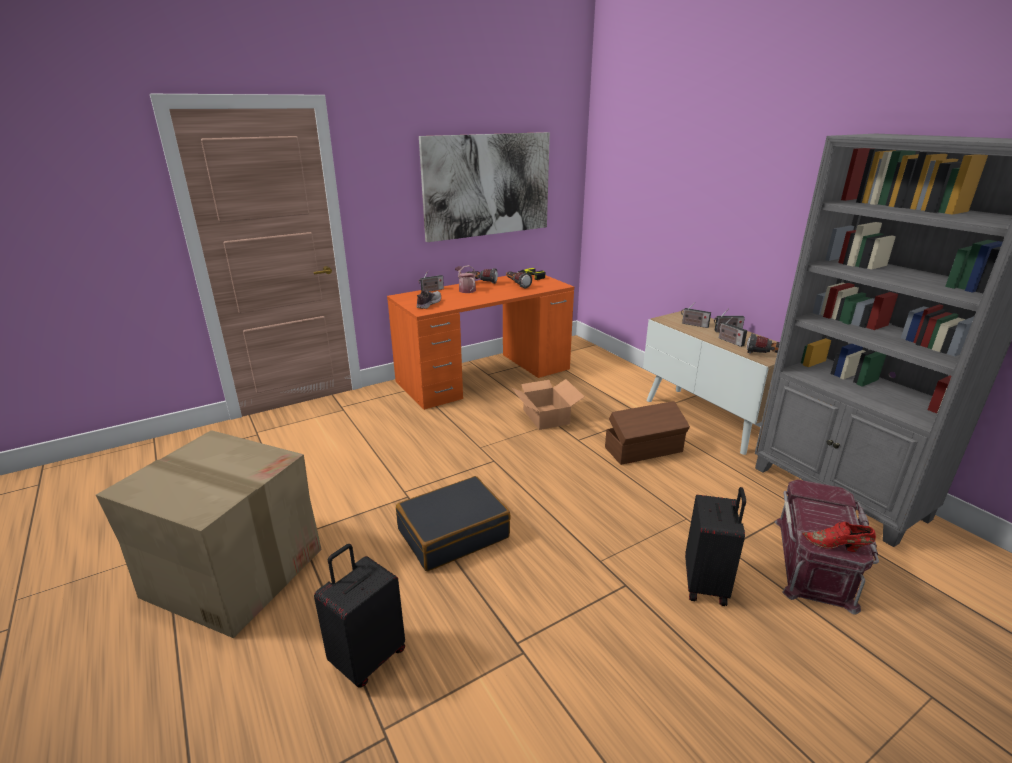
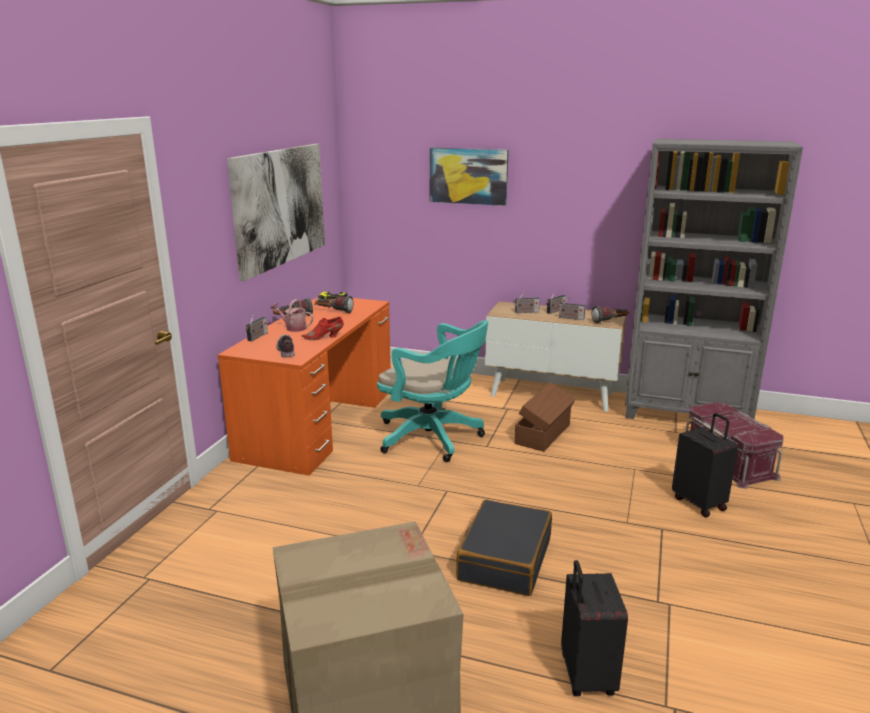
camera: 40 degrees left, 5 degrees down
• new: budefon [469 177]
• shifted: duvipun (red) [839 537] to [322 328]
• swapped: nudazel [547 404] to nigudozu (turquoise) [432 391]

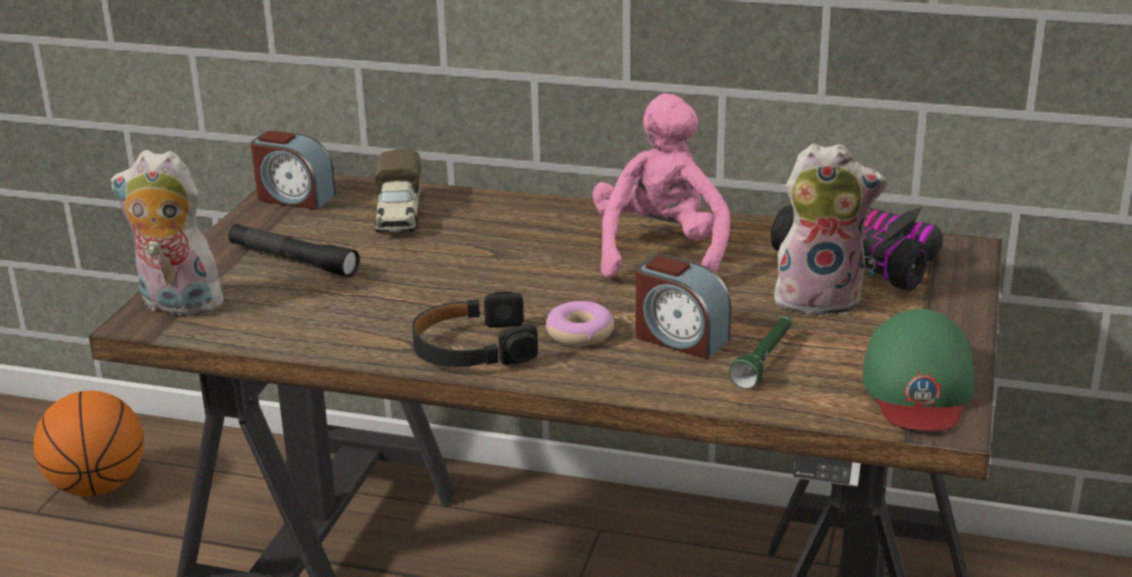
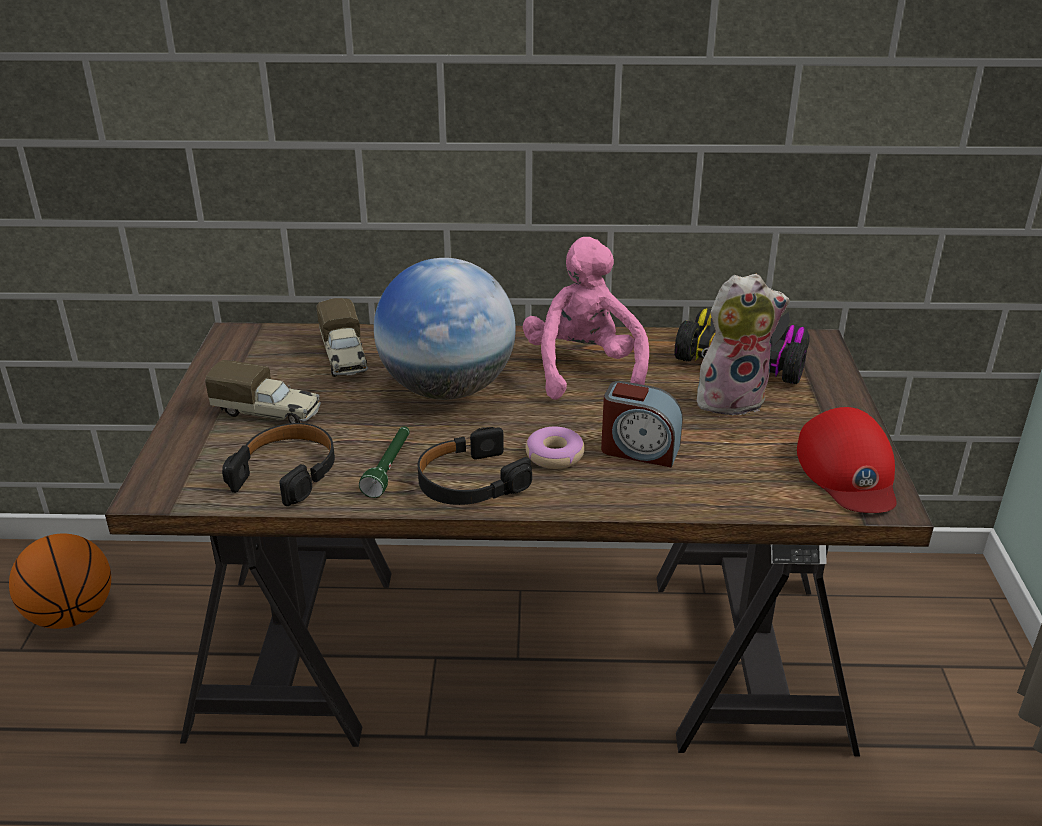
camera: 15 degrees left, 5 degrees up
• gone: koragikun [169 233]
• gone: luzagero [293 170]
• new: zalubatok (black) [278 464]
• new: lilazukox [445 329]
• shifted: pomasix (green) [760 352] to [384 462]
• swapped: pomasix (black) [294 250] to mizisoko [263 391]
• repainted: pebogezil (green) [918 370] to pebogezil (red) [847 460]

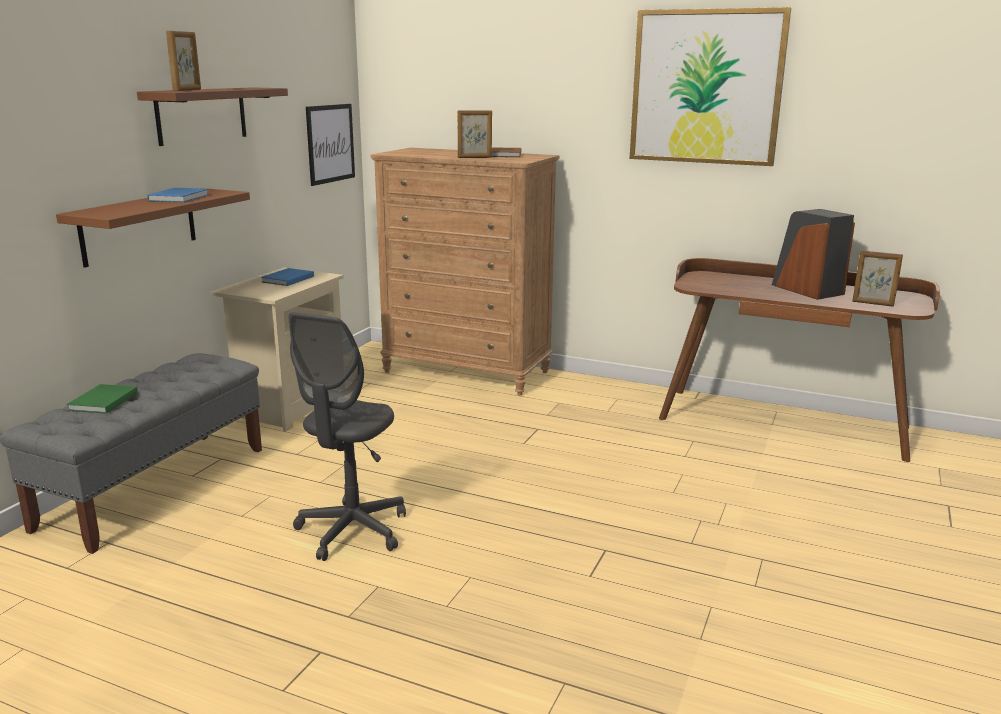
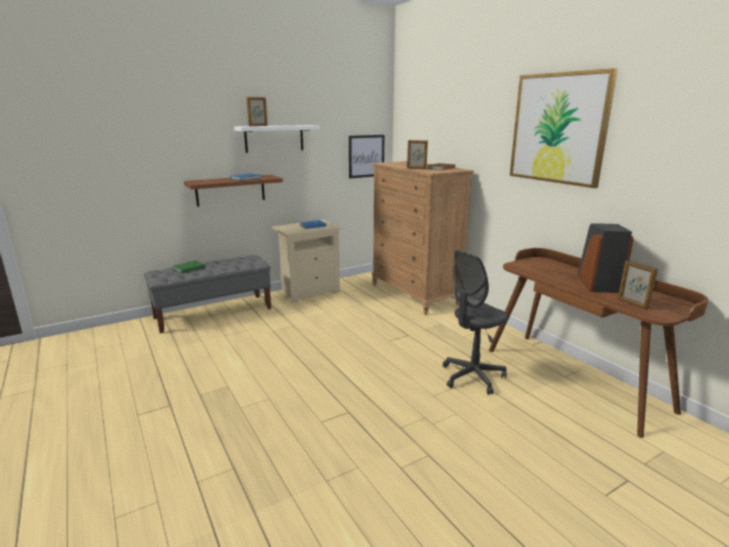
camera: 35 degrees right, 0 degrees up
• shifted: nigudozu (grey) [347 436] to [475 322]
• repainted: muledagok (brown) [212 116] to muledagok (white) [277 139]

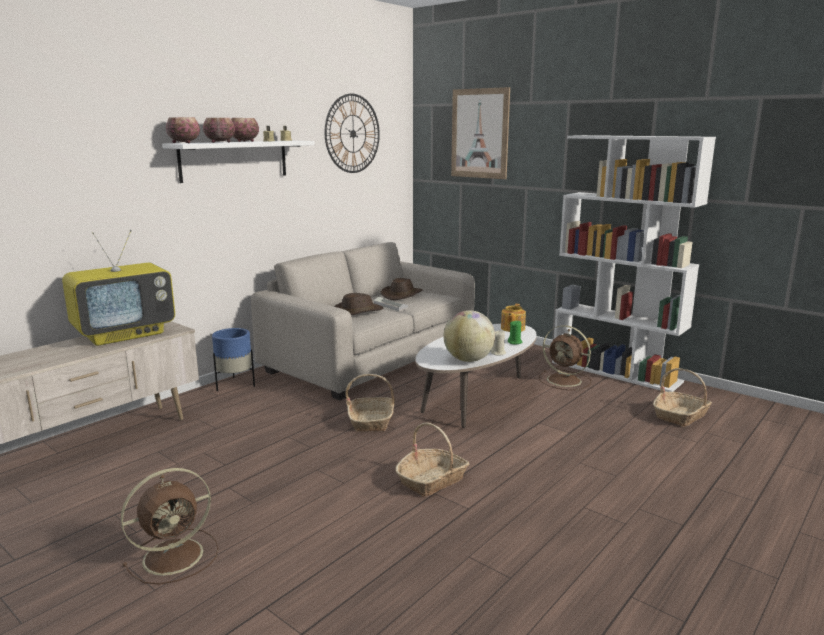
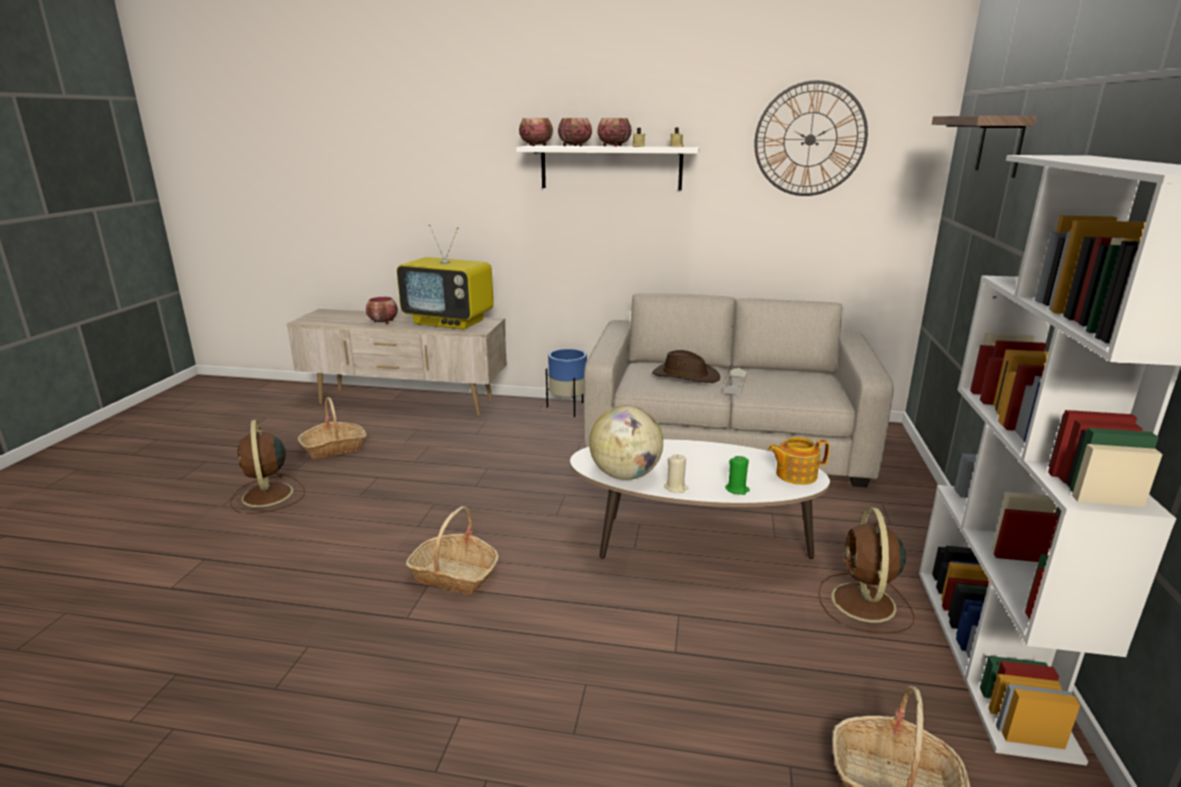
camera: 60 degrees right, 5 degrees up
• gone: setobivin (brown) [402 289]
• new: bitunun [382 310]
• shifted: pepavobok [370 402] to [332 428]
• swapped: budefon [480 133] to muledagok [984 147]
• rotated: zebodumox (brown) [169 526] = [267 467] 45 degrees clockwise

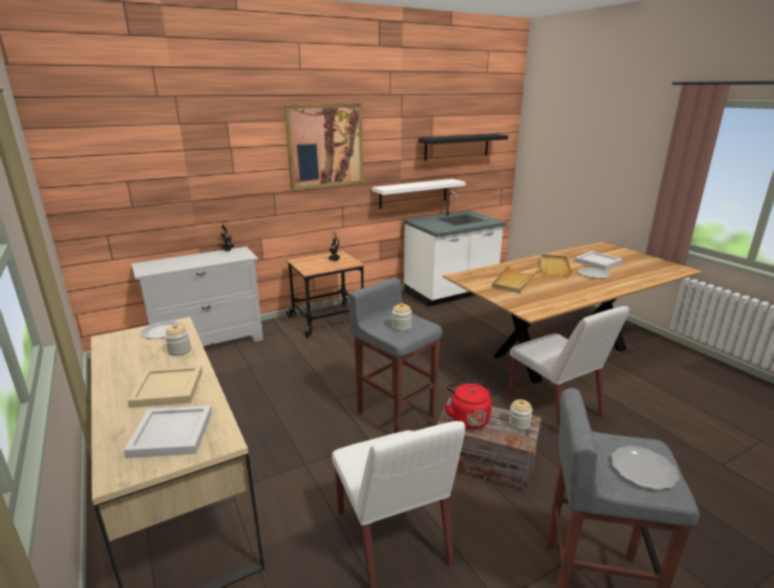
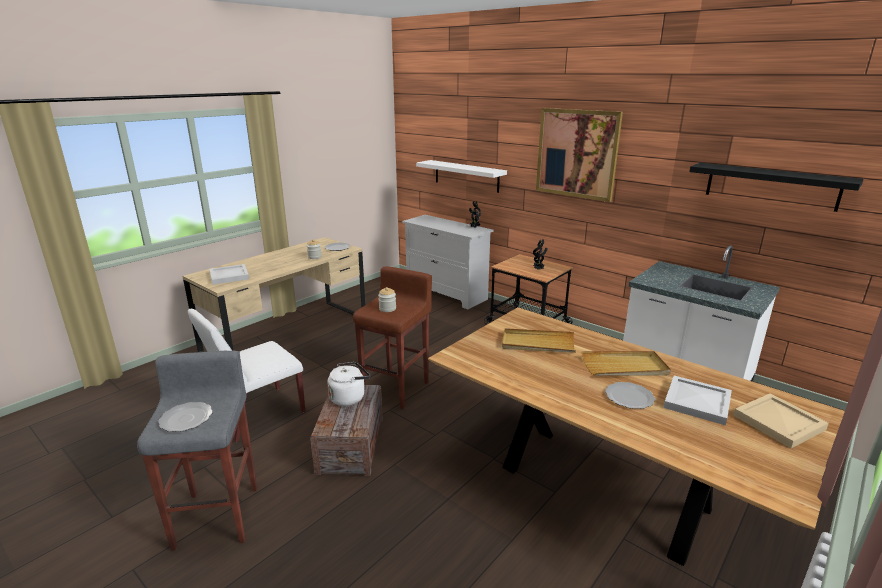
camera: 70 degrees right, 0 degrees up
• gone: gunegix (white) [568 367]
• gone: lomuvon [521 414]
• shifted: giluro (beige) [165 386] to [781 420]
• shifted: muledagok (white) [419 194] to [461 176]
• repainted: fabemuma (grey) [395 355] to fabemuma (brown) [392 337]
• repainted: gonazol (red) [468 404] to gonazol (white) [348 384]

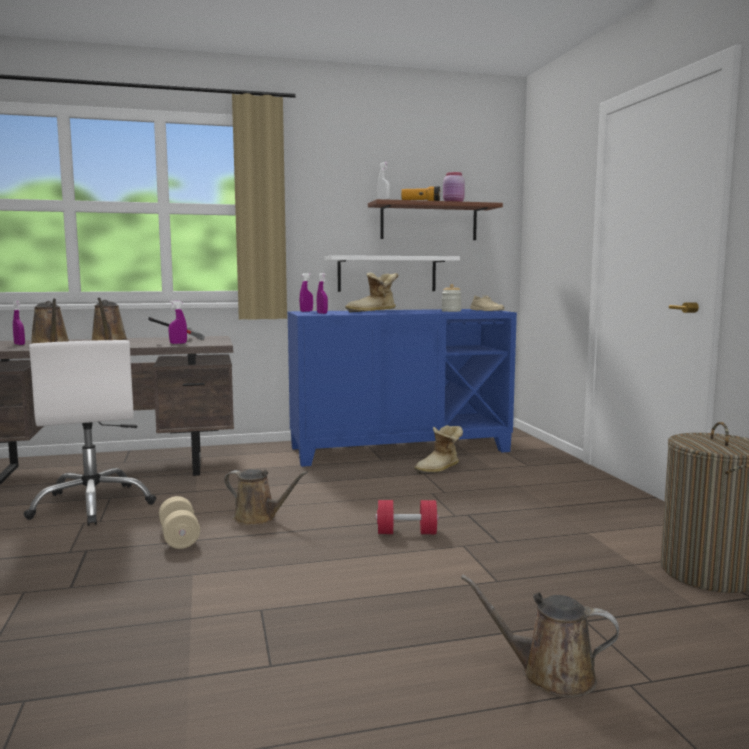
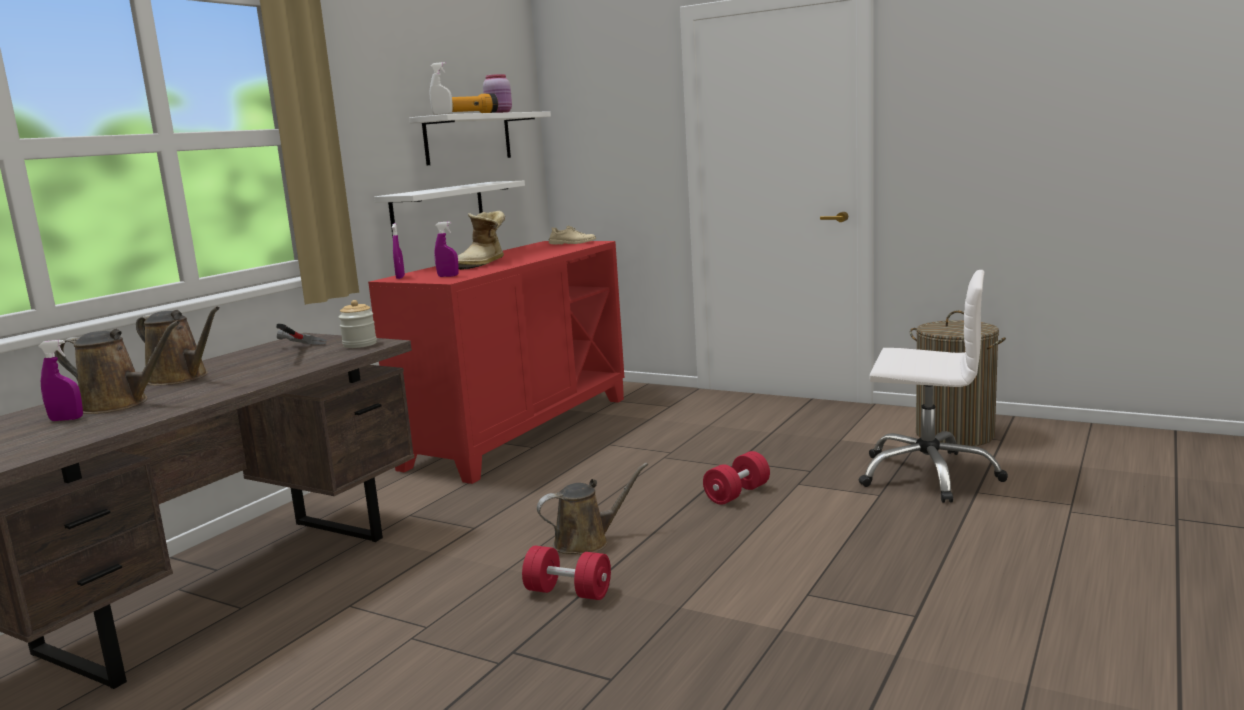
camera: 45 degrees left, 5 degrees up
• gone: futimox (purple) [178 322]
• gone: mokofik [438 449]
• gone: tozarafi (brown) [540 636]
• shifted: nigudozu (white) [89 433] to [933 386]
• shifted: lomuvon [451 298] to [358 324]
• repainted: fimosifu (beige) [179 522] to fimosifu (red) [566 573]
• repainted: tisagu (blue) [402 388] to tisagu (red) [496 362]
• repainted: muledagok (brown) [435 219] to muledagok (white) [480 138]

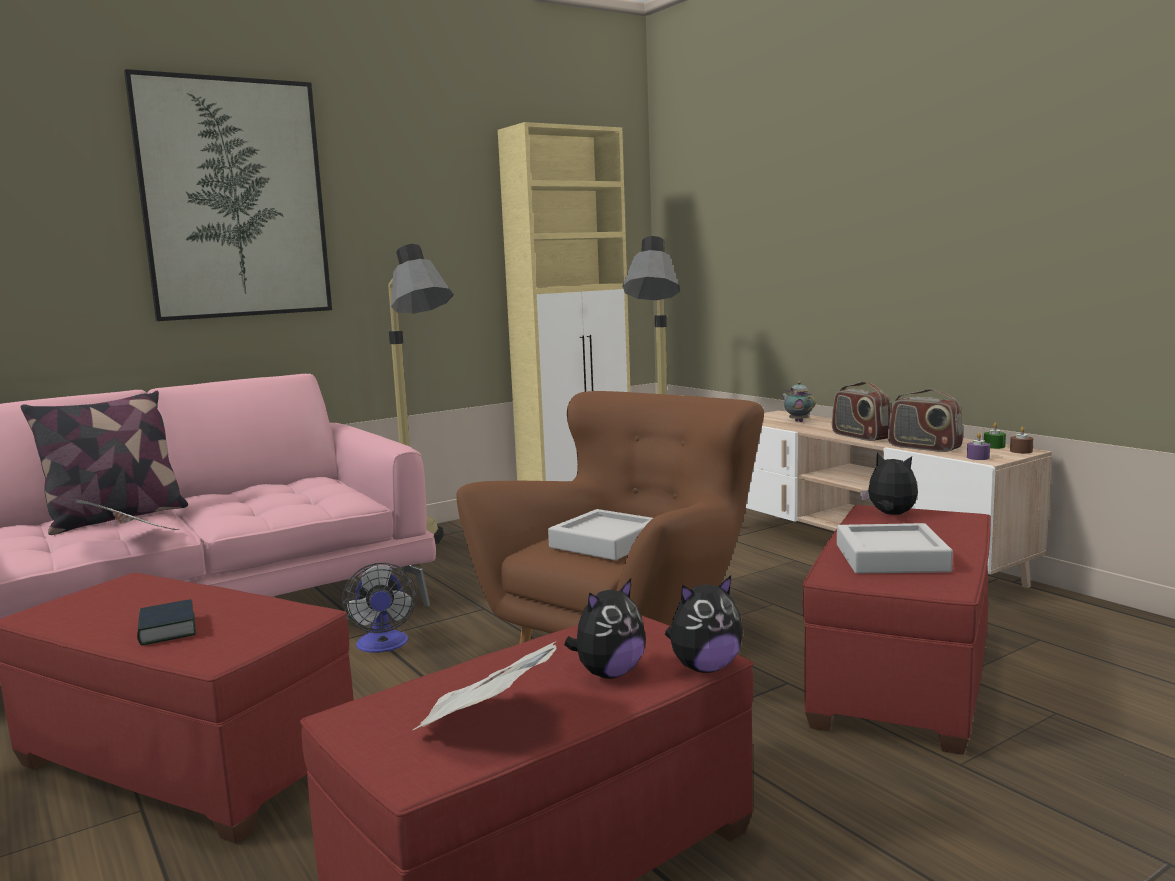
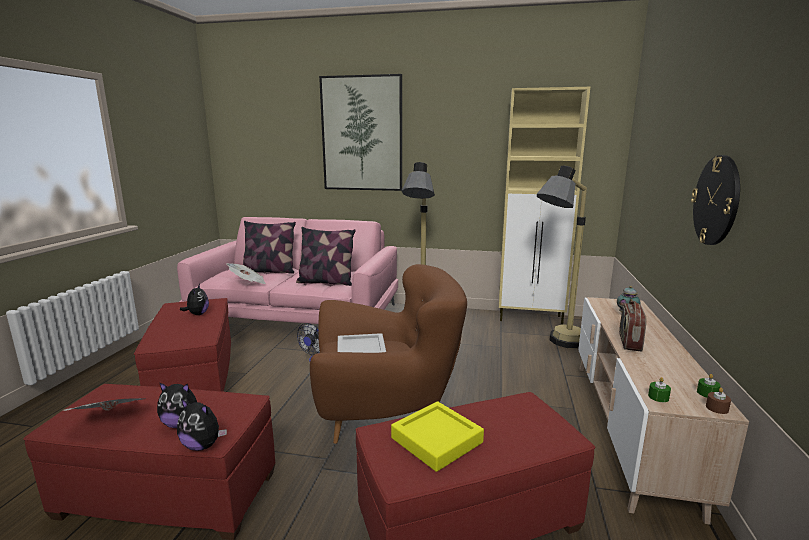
camera: 45 degrees right, 5 degrees up
• gone: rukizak [166 622]
• gone: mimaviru [925 420]
• new: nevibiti [326 256]
• new: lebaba [715 200]
• shifted: koragikun [889 484] to [194 299]
• repainted: giluro (grey) [895 548] to giluro (yellow) [437 436]
• repainted: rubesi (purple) [978 446] to rubesi (green) [659 389]

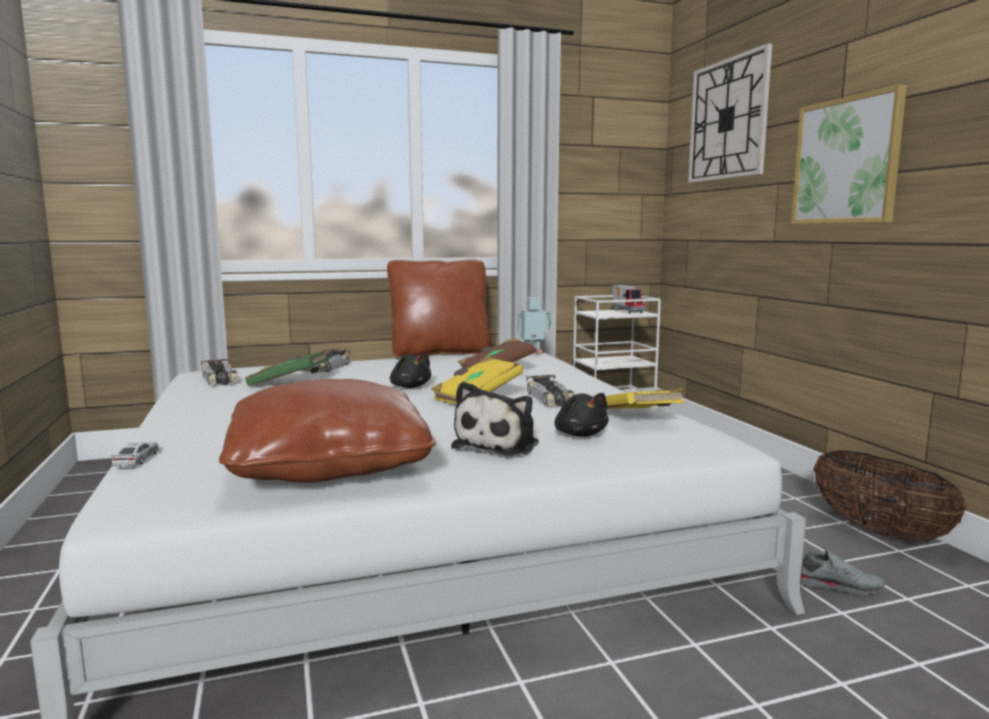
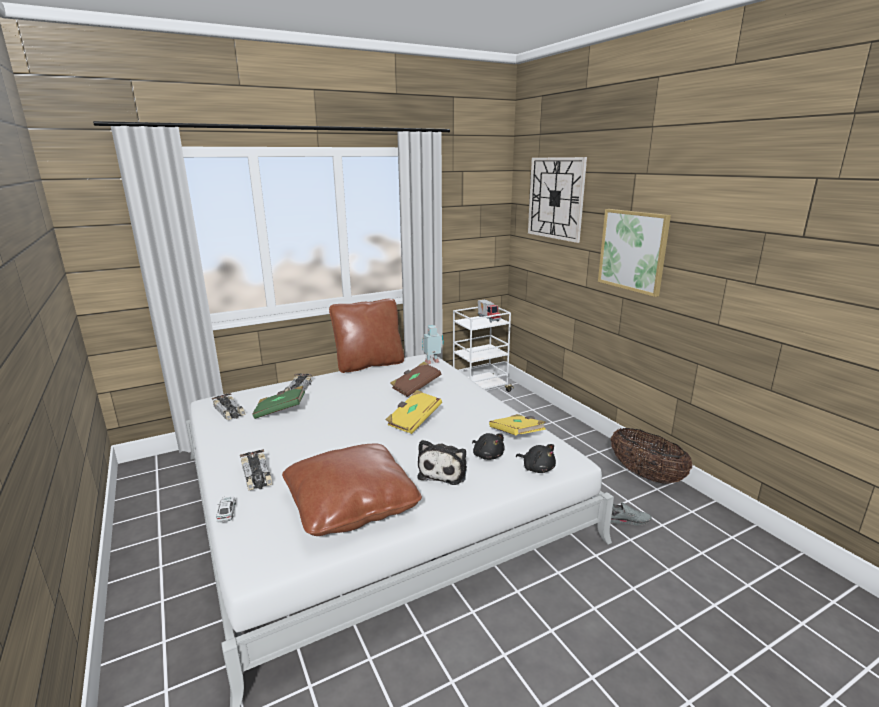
camera: 10 degrees left, 10 degrees up
• shifted: koragikun (black) [410 370] to [536 458]
• shifted: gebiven [550 391] to [256 469]

